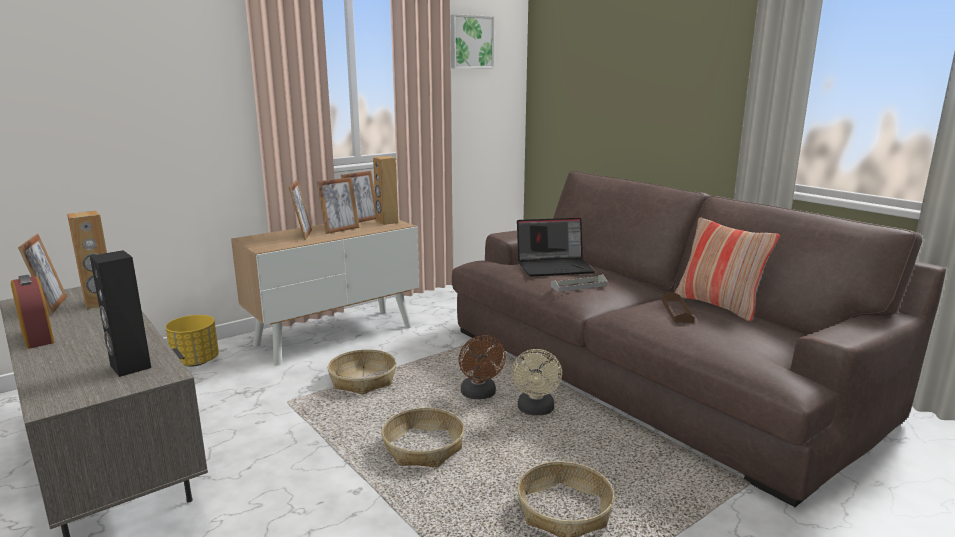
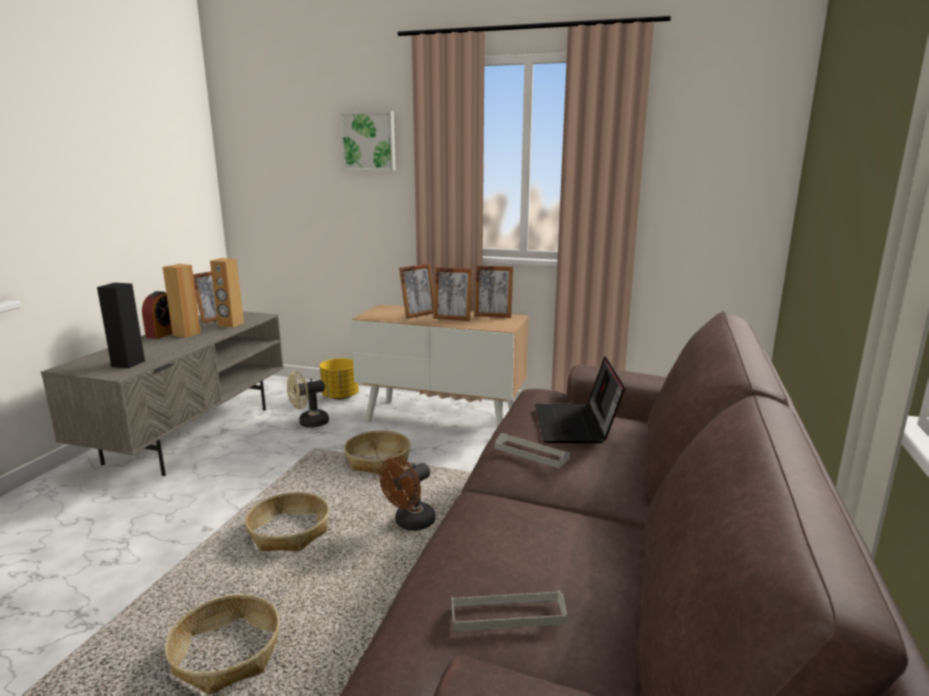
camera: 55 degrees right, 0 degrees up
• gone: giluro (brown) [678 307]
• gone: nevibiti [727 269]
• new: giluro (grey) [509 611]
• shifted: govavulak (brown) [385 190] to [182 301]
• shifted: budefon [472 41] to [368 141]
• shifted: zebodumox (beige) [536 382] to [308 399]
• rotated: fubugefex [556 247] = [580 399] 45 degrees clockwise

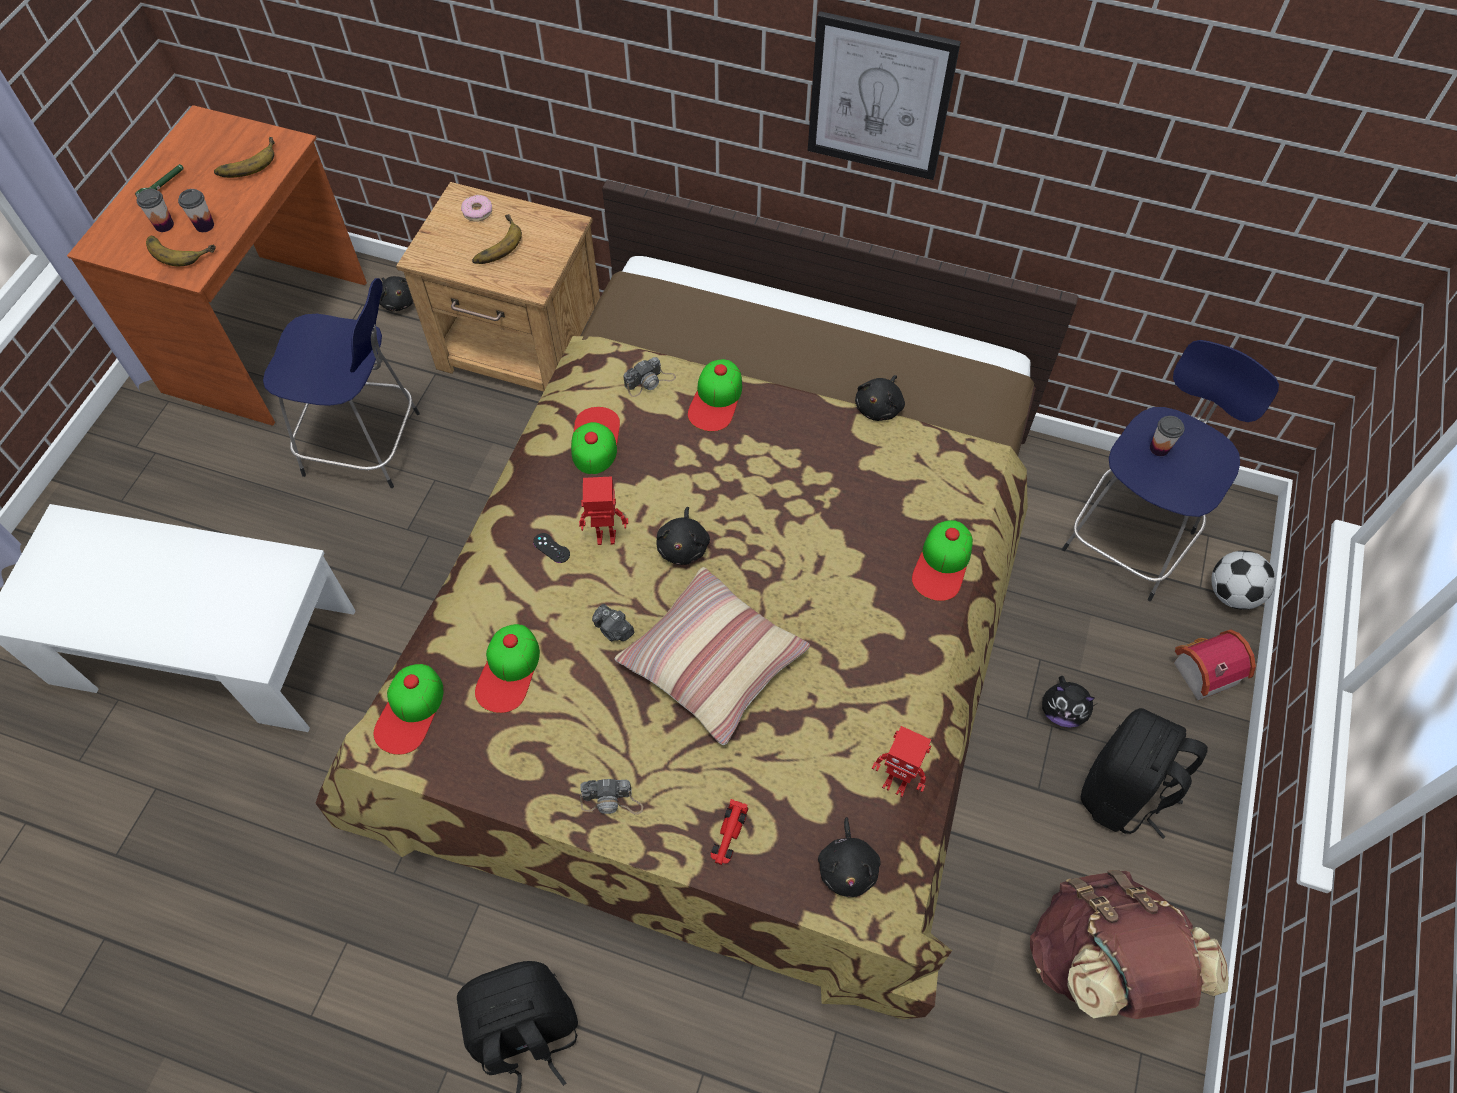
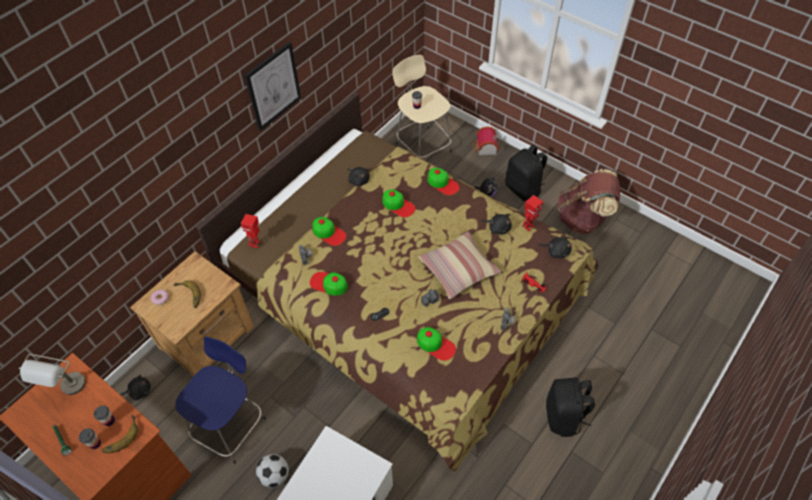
camera: 70 degrees left, 5 degrees down
• shifted: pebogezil [409 709] to [398 203]
• shifted: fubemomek [603 510] to [251 231]
• shifted: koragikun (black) [683 536] to [496 224]
• shifted: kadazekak [1243 580] to [272 471]
• swapped: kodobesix [244 157] to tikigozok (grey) [52 374]
• repainted: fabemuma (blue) [1170 470] to fabemuma (beige) [422 106]

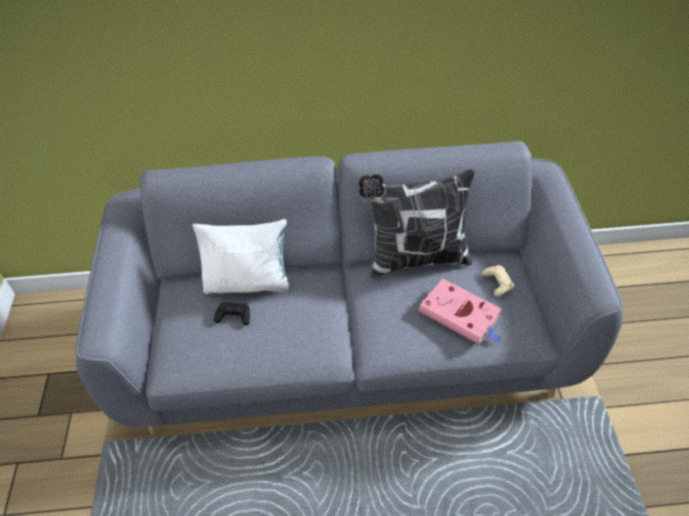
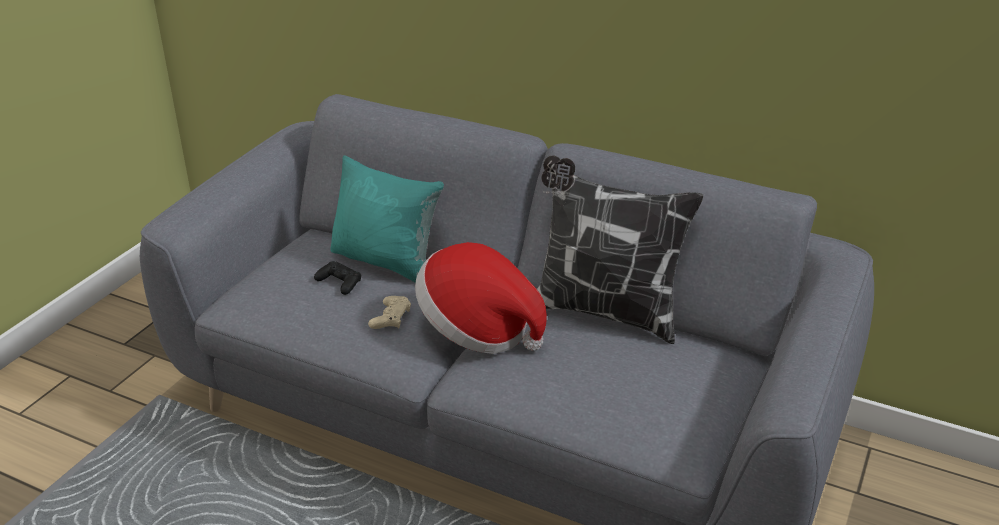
camera: 30 degrees right, 15 degrees down
• gone: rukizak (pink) [460 311]
• new: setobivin [481 298]
• shifted: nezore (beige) [498 281] to [389 312]
• repainted: nevibiti (white) [241 256] to nevibiti (turquoise) [387 219]

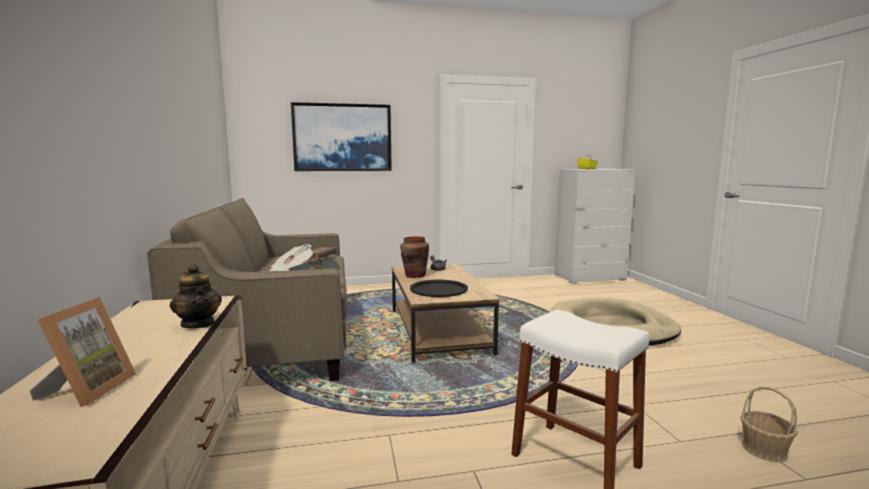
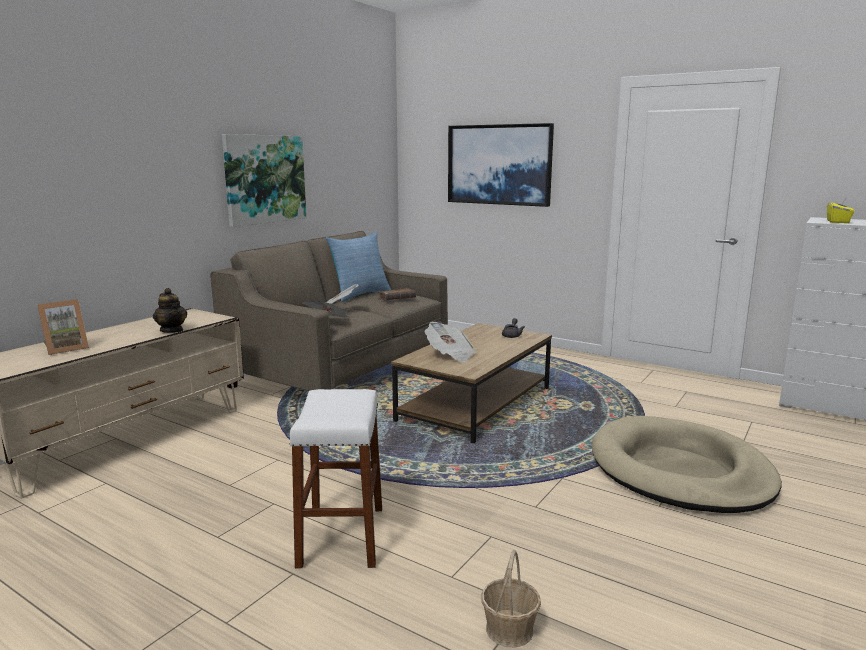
camera: 45 degrees right, 5 degrees up
• gone: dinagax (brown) [414 257]
• new: budefon [264 180]
• new: nevibiti [358 267]
• swapped: giluro (black) [439 288] to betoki [450 342]
• rotated: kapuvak [196 296] = [170 310] 45 degrees counterclockwise

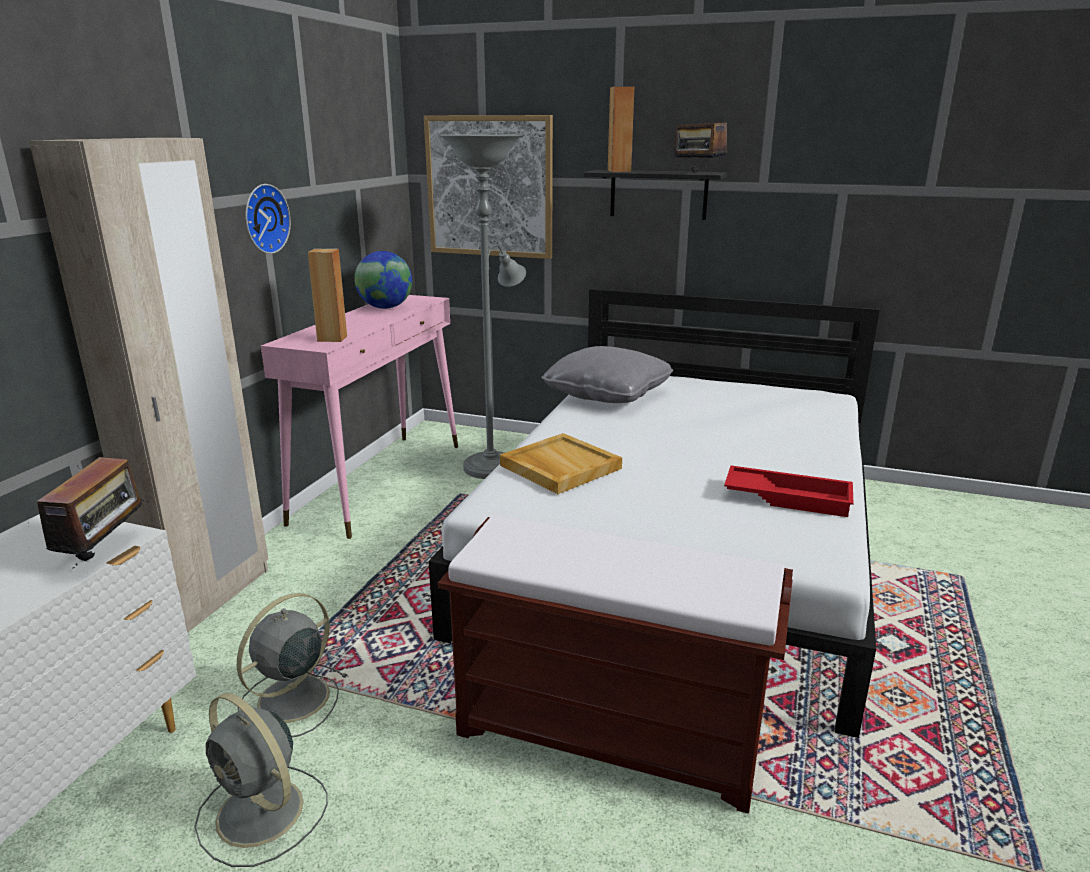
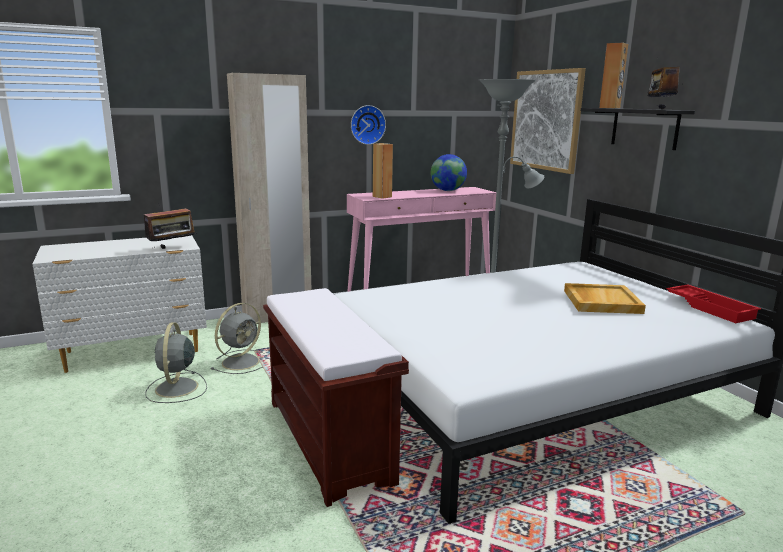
camera: 45 degrees right, 5 degrees down
• gone: nevibiti (grey) [607 374]
• shifted: giluro (beige) [561 463] to [605 298]
• shifted: giluro (red) [788 491] to [713 304]
• rotated: zebodumox (grey) [292 665] = [236 338] 135 degrees clockwise

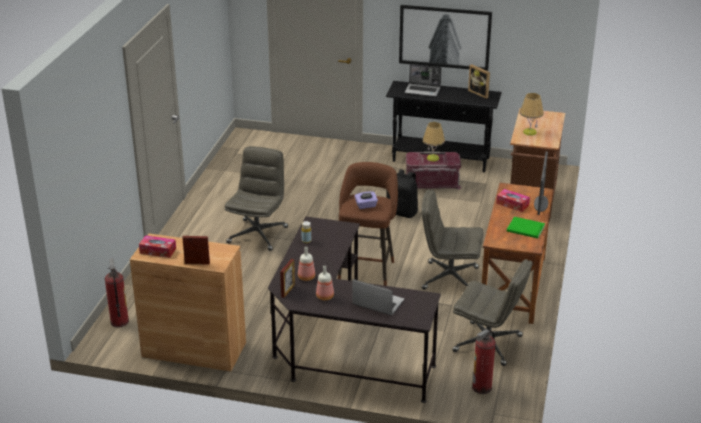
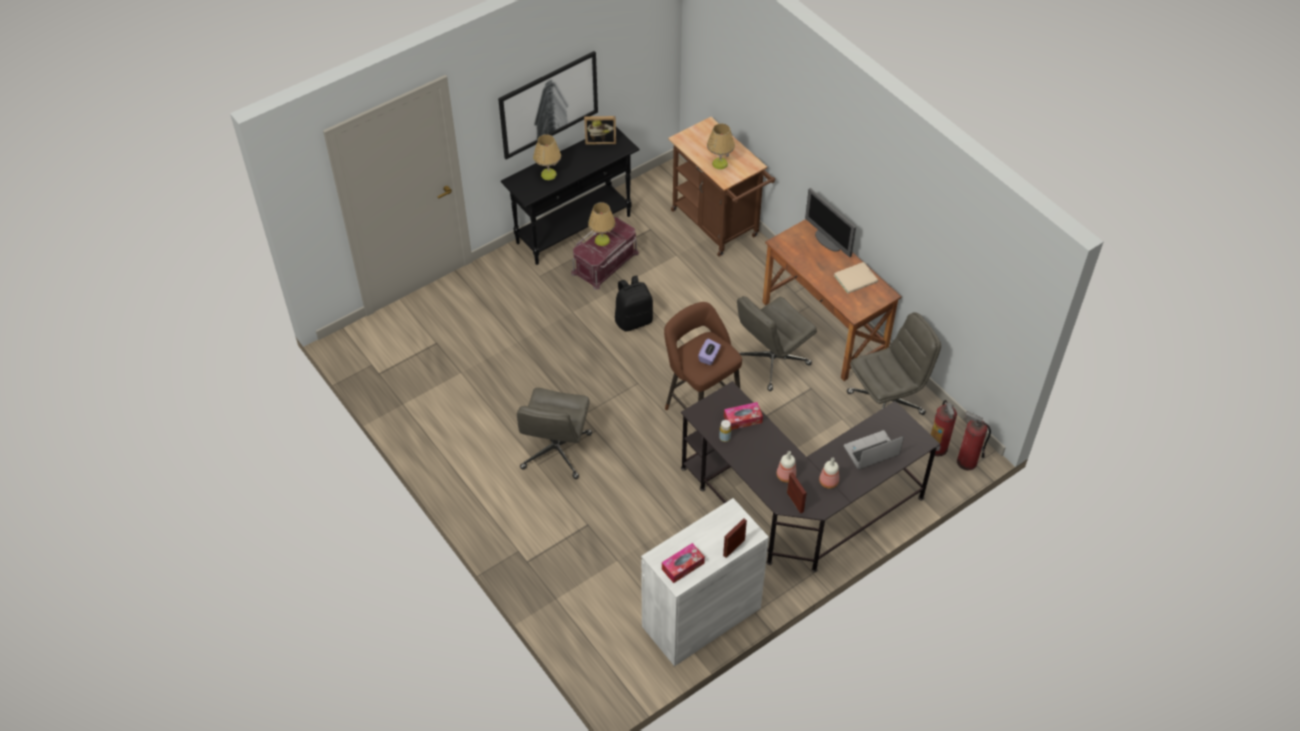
camera: 50 degrees left, 20 degrees up
• shifted: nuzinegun [117 293] to [974 441]
• shifted: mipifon [513 200] to [743 416]
• swapped: fubugefex [423 80] to tikigozok [547 157]
• repainted: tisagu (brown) [188 302] to tisagu (white) [705 582]
• repainted: rukizak (green) [526 227] to rukizak (beige) [856 278]
• rotated: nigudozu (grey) [256 198] = [554 433] 135 degrees counterclockwise

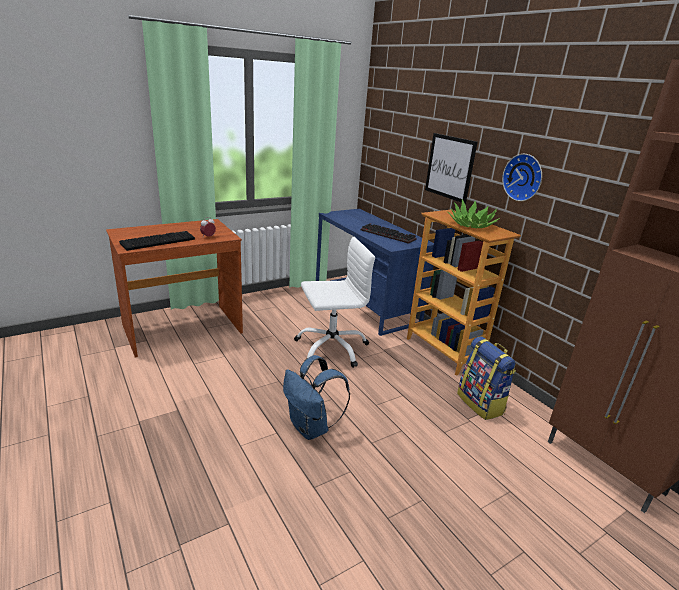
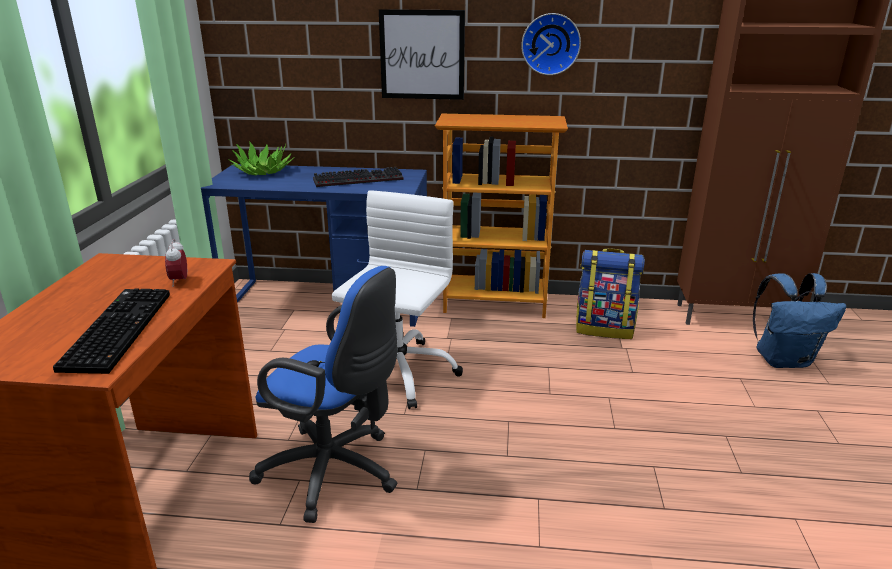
camera: 50 degrees left, 0 degrees up
• new: nigudozu (blue) [323 394]
• shifted: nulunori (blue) [316 397] to [799 320]
• shifted: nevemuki [473 214] to [261 158]

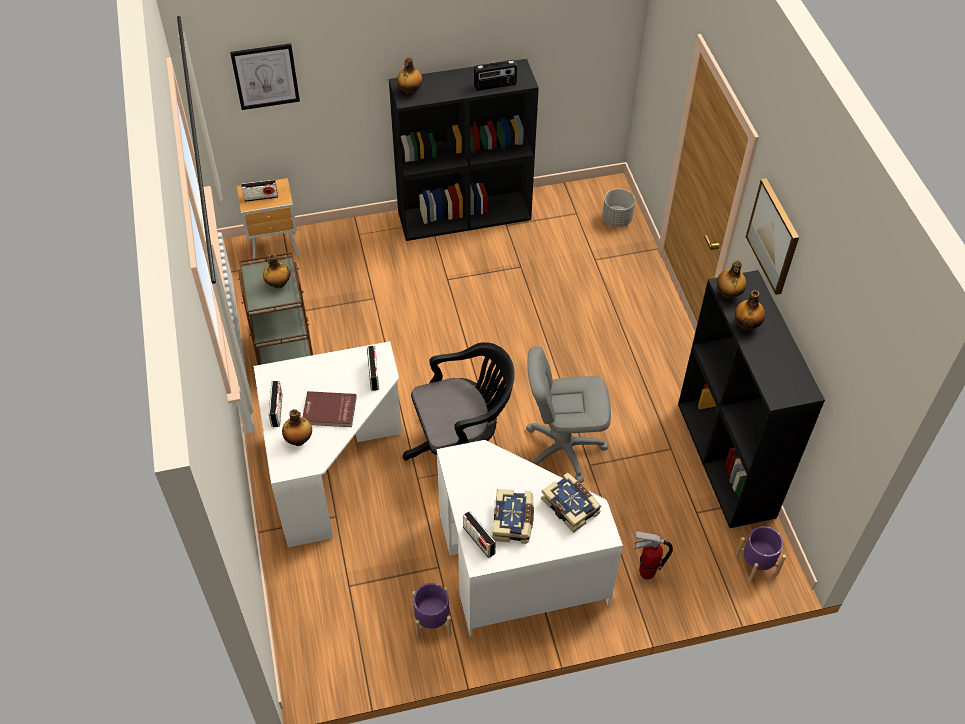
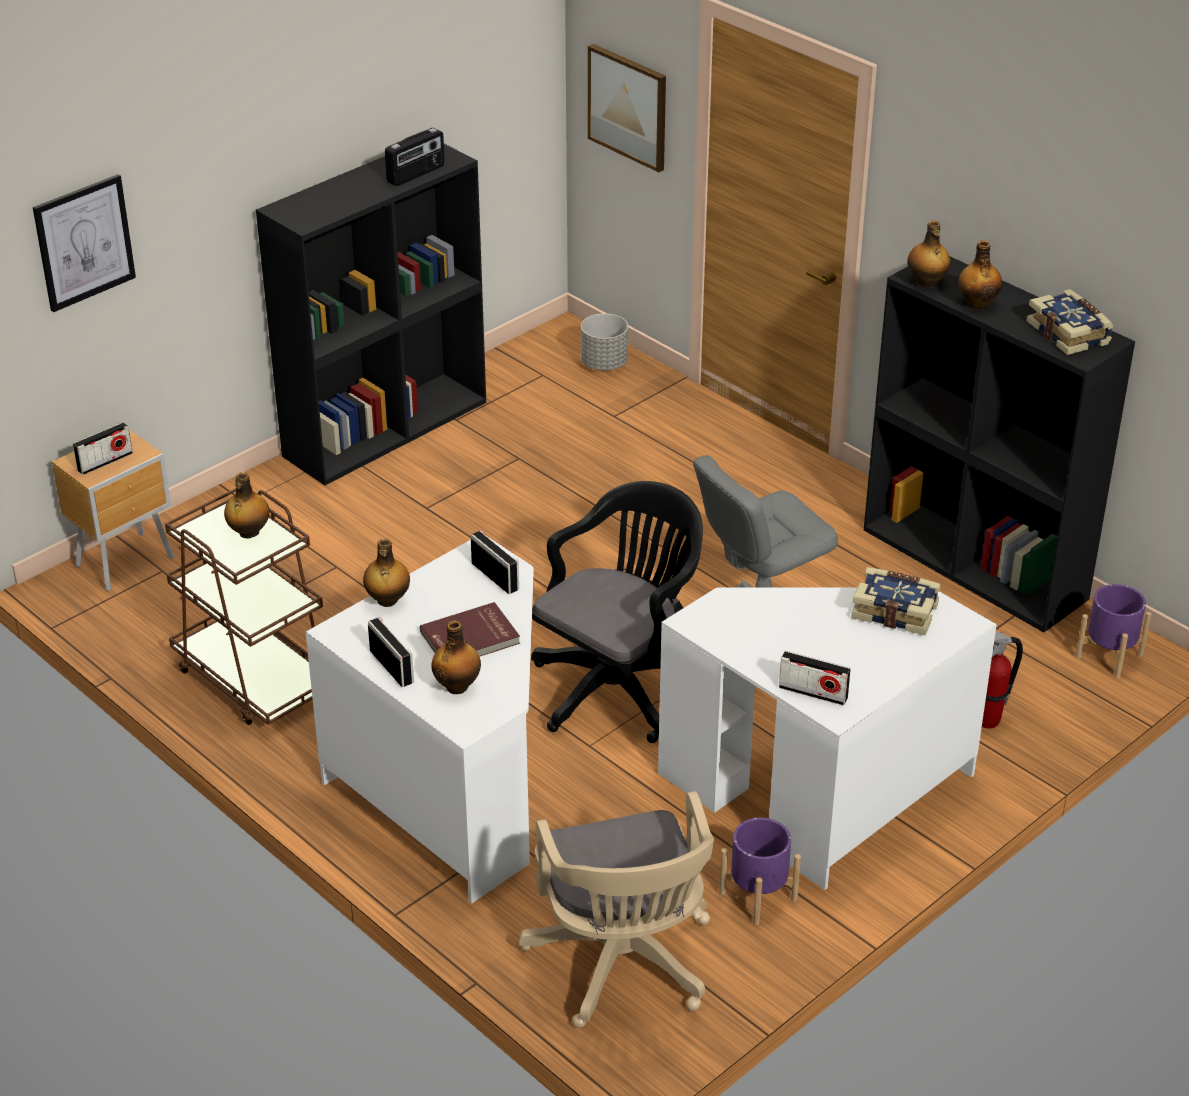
camera: 30 degrees left, 15 degrees down
• new: nigudozu (beige) [616 909]
• shifted: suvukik [410 76] to [386 572]
• shifted: rukizak [513 516] to [1070 322]
• shifted: budefon [772 236] to [627 108]

